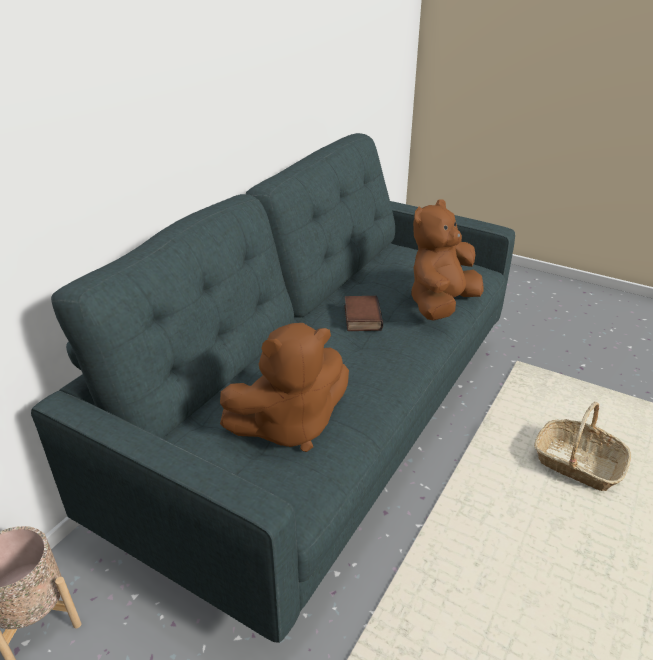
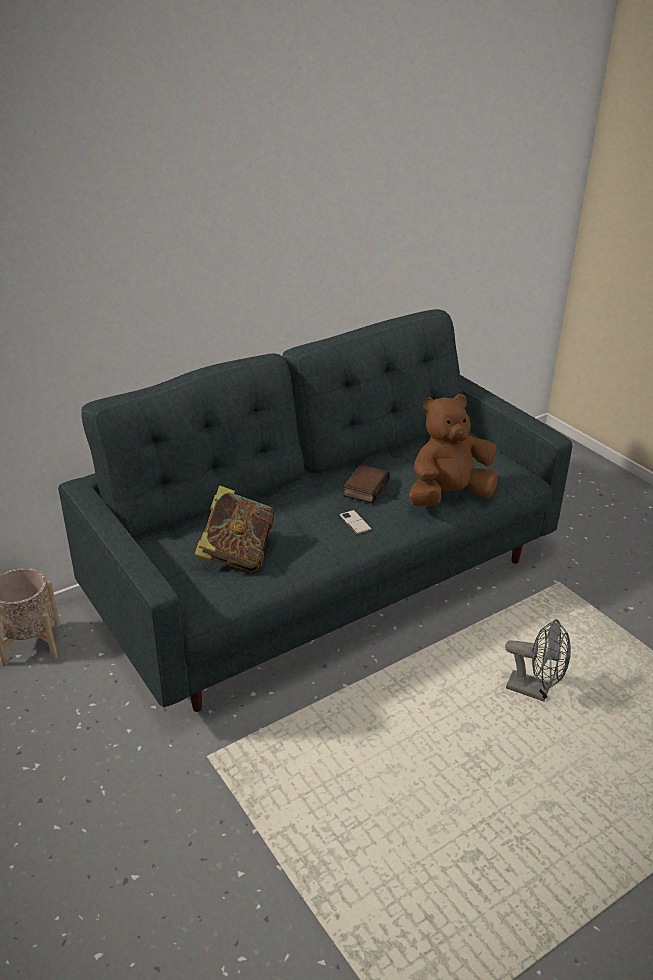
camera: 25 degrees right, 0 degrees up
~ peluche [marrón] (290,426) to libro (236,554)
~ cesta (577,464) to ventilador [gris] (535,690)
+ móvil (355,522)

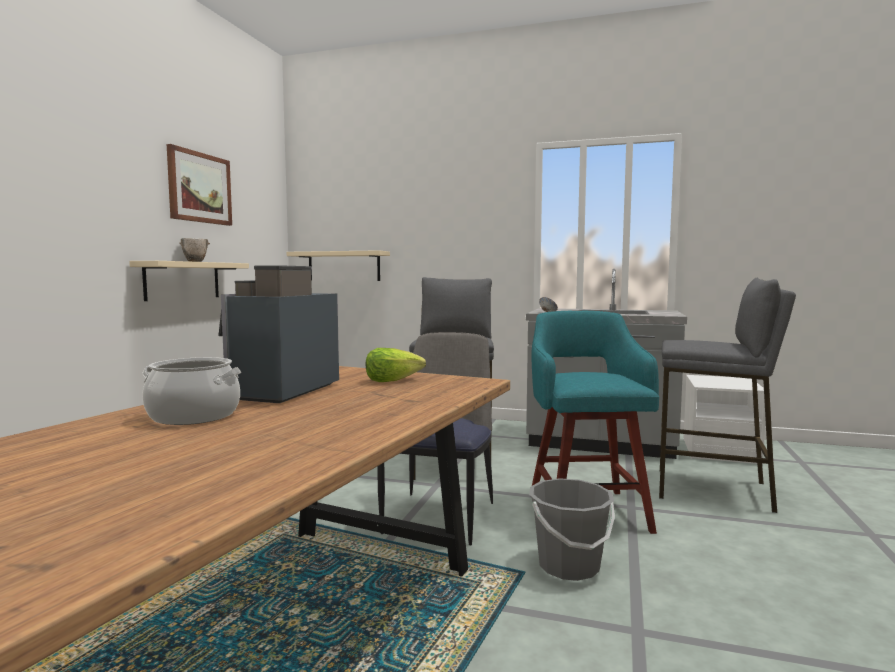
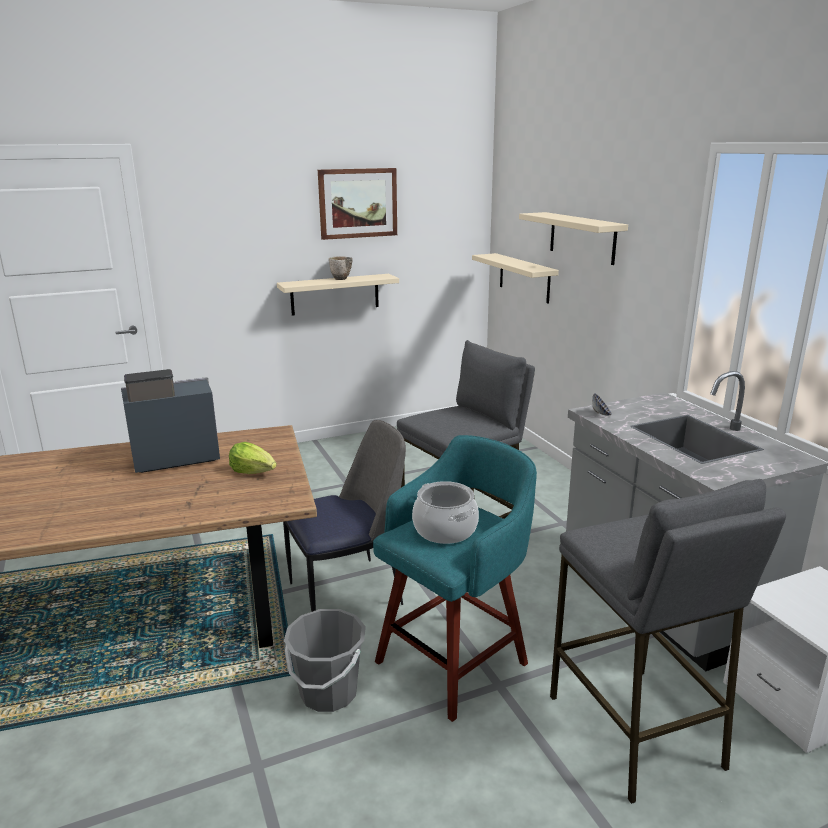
camera: 50 degrees right, 15 degrees up
~ olla (193,416) to (444,530)
+ estante [beis] (582,237)

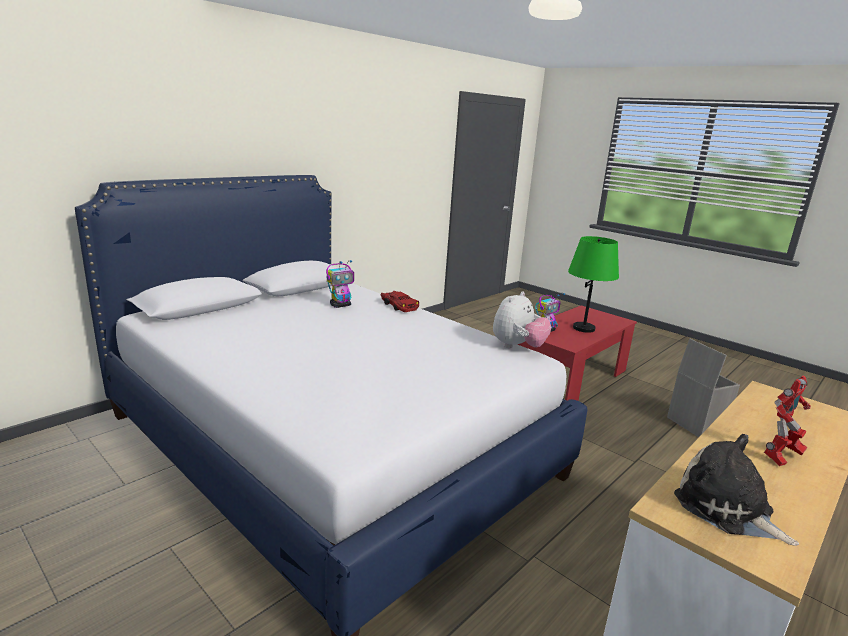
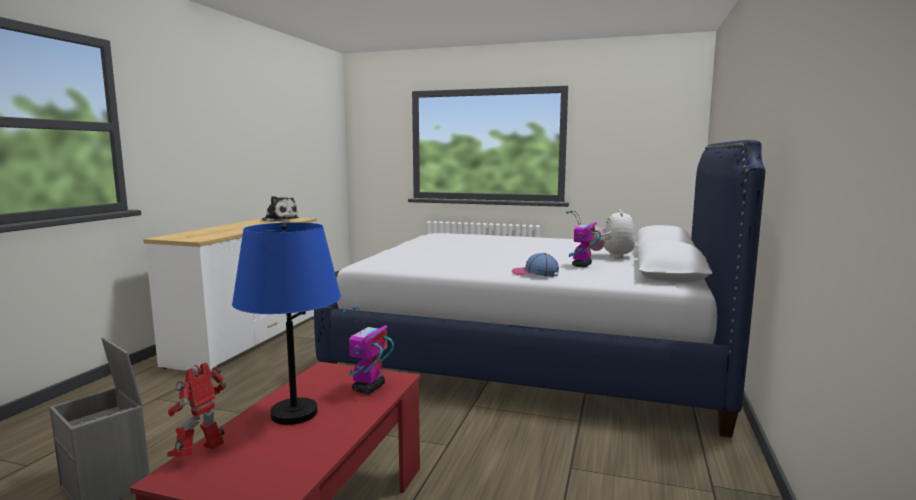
camera: 155 degrees right, 10 degrees down
~ coche de juguete [rojo] (398,306) to gorra (535,273)
~ peluche (517,347) to (611,256)
~ lámpara de mesa [verde] (583,328) to lámpara de mesa [azul] (294,414)
~ robot de juguete (780,457) to (201,455)

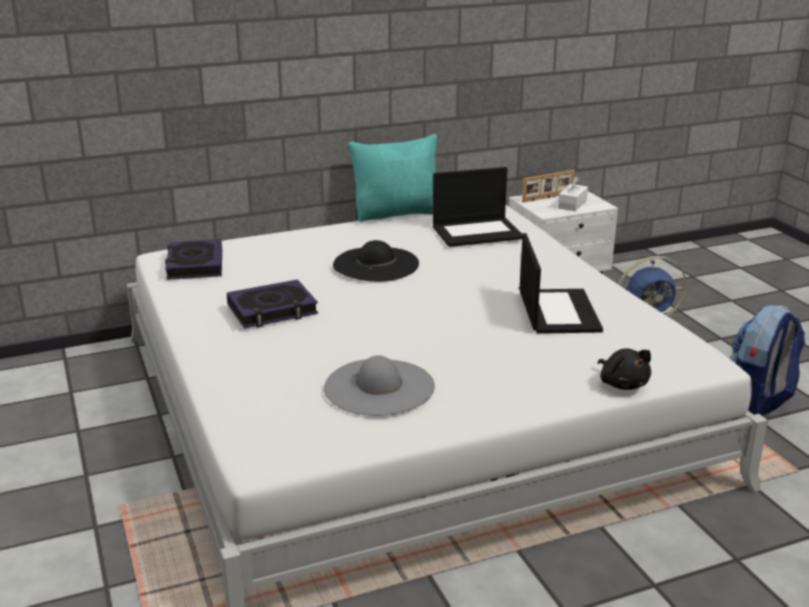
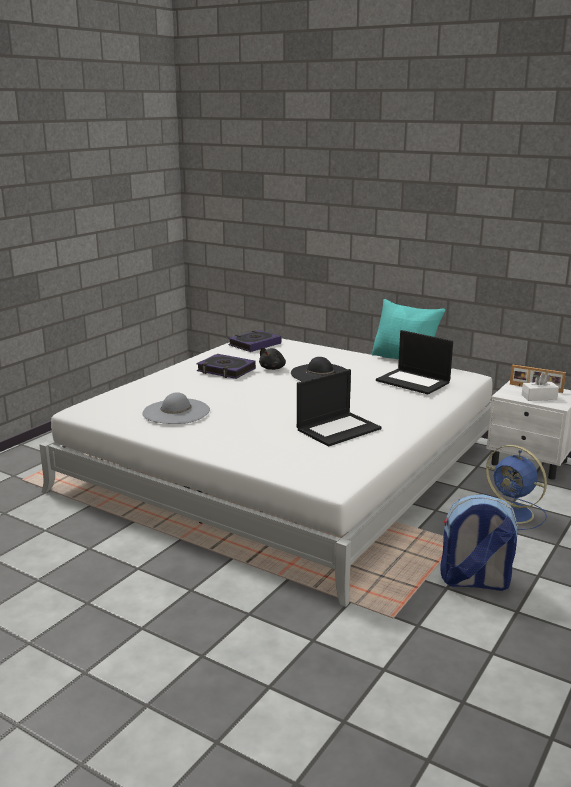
camera: 55 degrees right, 5 degrees down
~ peluche [negro] (622,384) to (273,368)

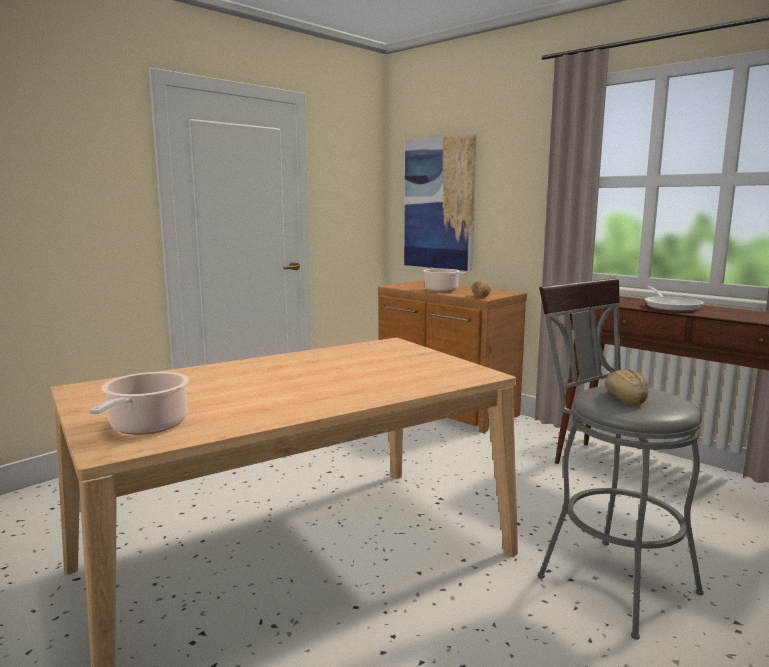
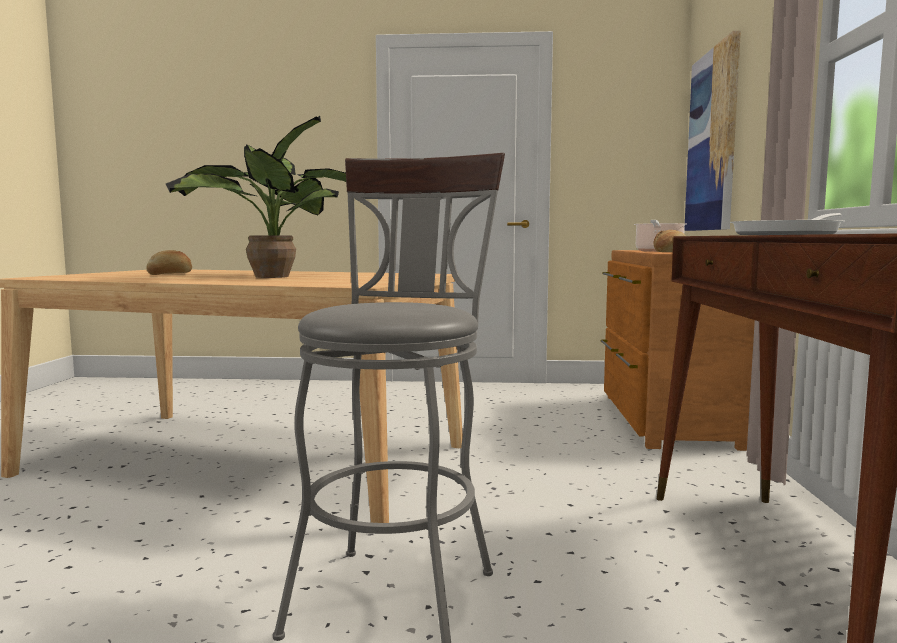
camera: 50 degrees right, 5 degrees down
- olla (146,427)
~ pan (625,398) to (170,274)
+ planta en maceta (269,276)

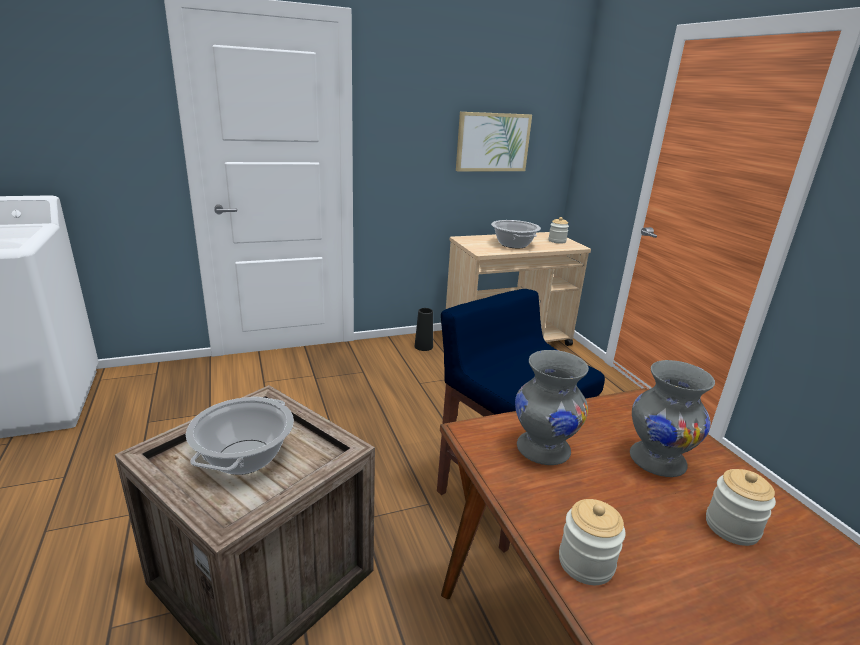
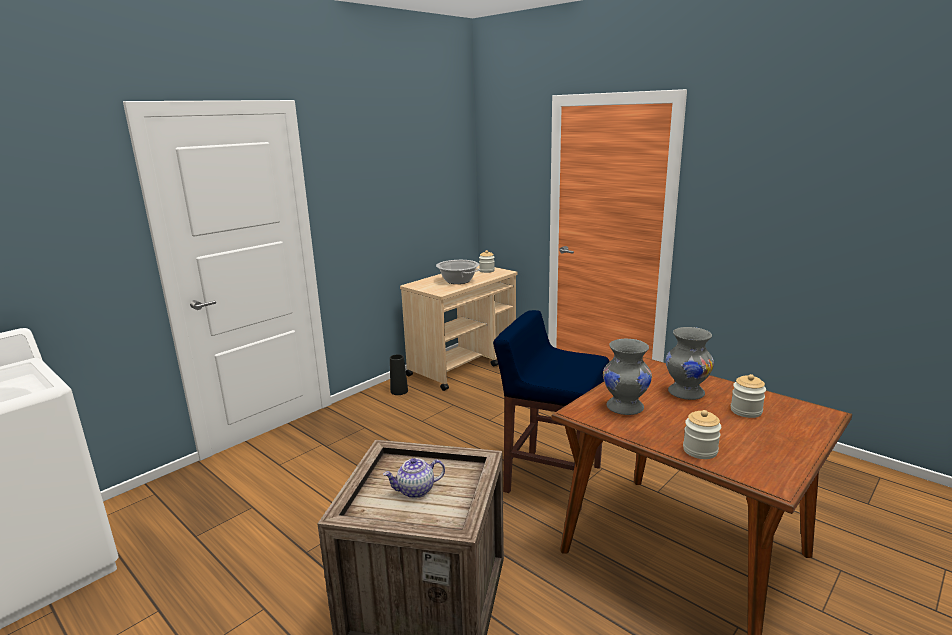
camera: 25 degrees left, 5 degrees down
~ olla (245,457) to tetera (415,491)
- cuadro (492,142)

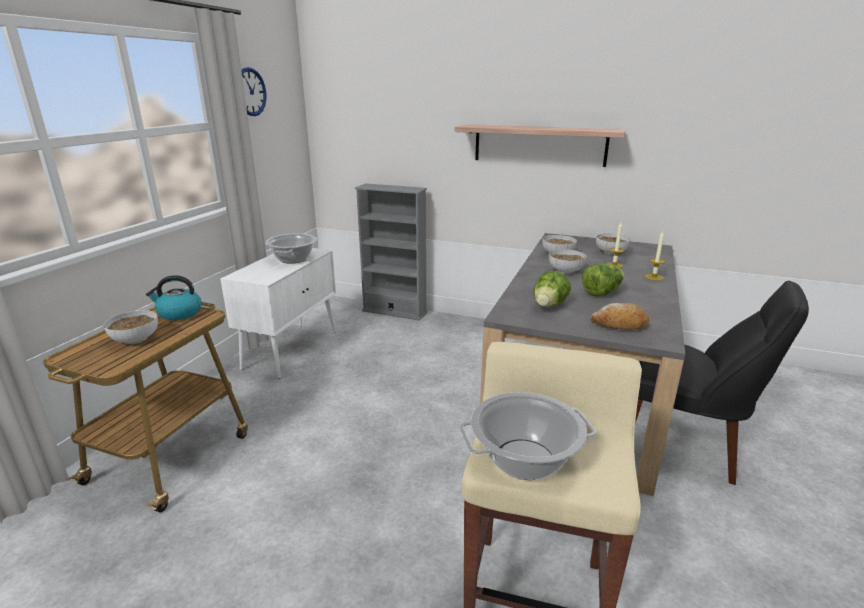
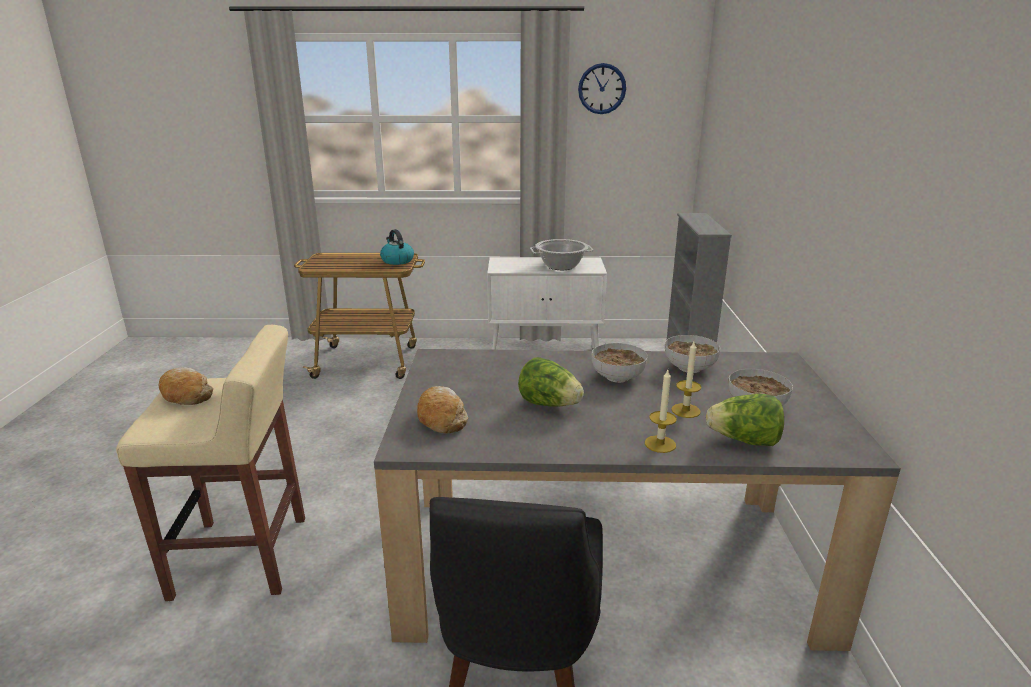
camera: 70 degrees right, 0 degrees up
- cuenco (136,339)
- estante (539,145)
~ olla (524,460) to pan (185,395)
~ lechuga (549,306) to (744,441)

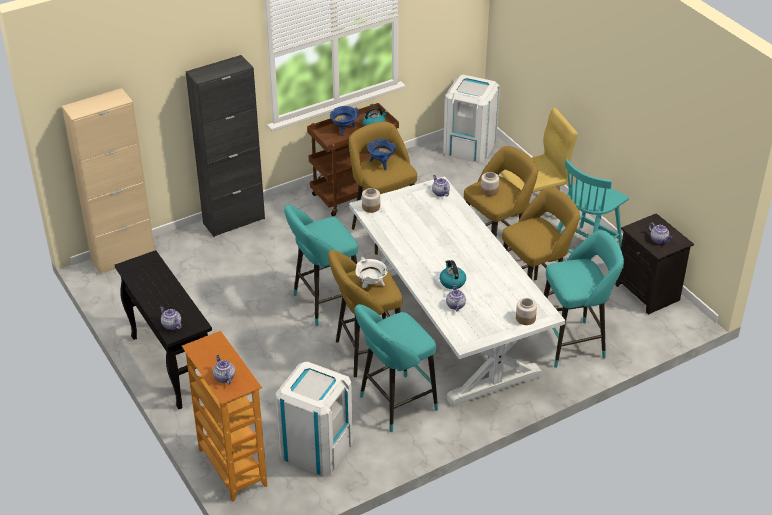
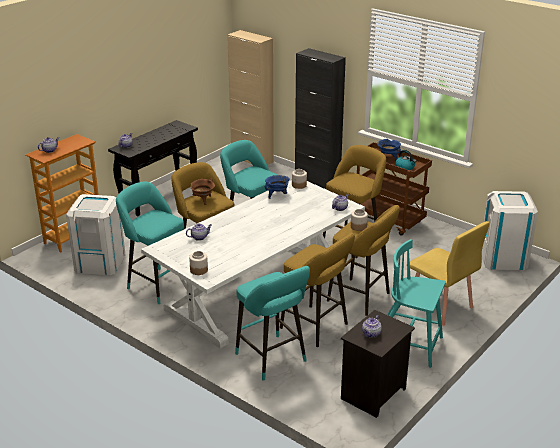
camera: 70 degrees right, 10 degrees down
~ olla [blanco] (371,285) to olla [marrón] (203,200)
~ olla [azul] (381,163) to (277,195)
- hervidor (452,282)

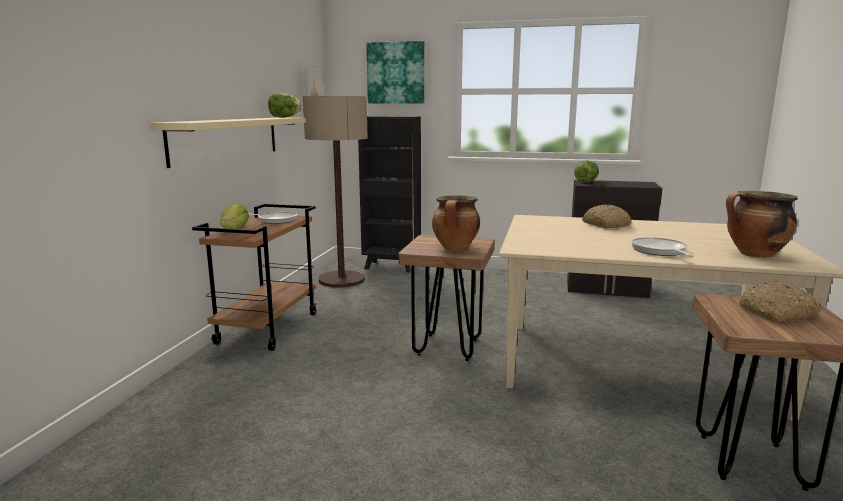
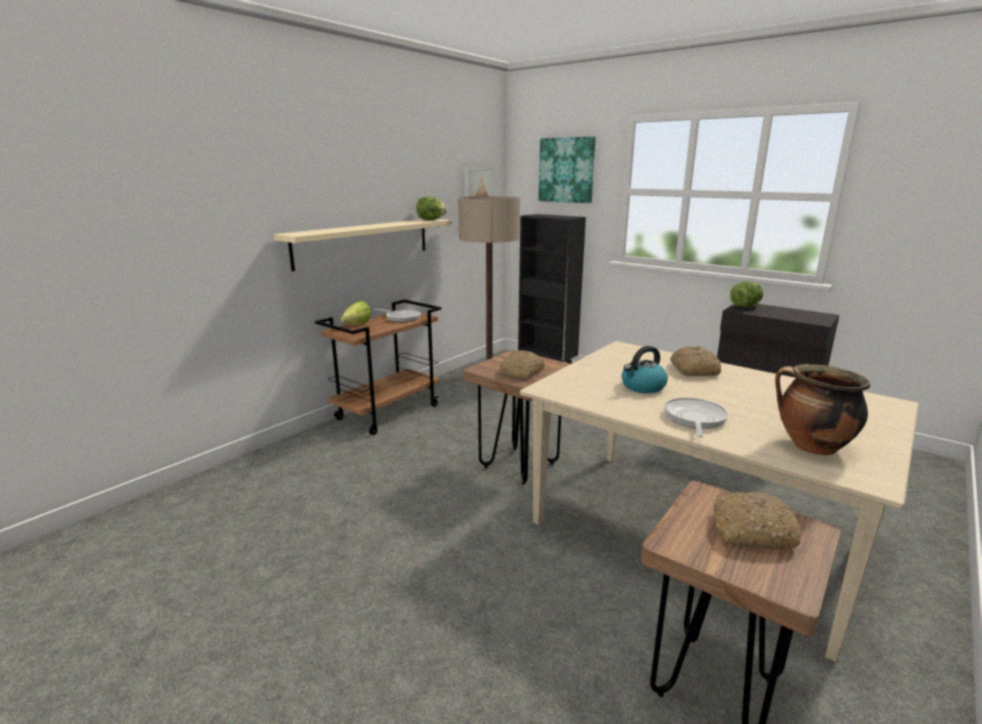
camera: 25 degrees right, 5 degrees up
~ olla (455,248) to pan (521,372)
+ hervidor (642,387)

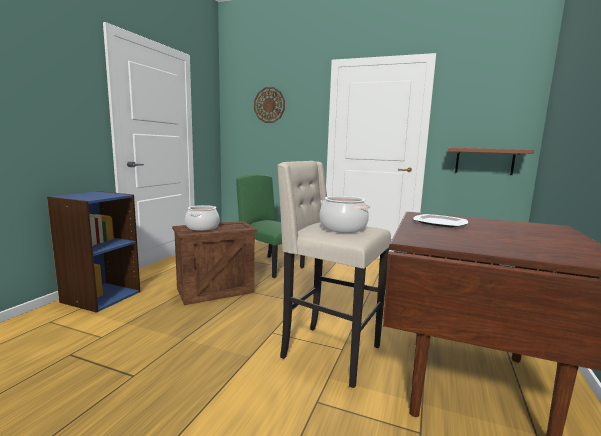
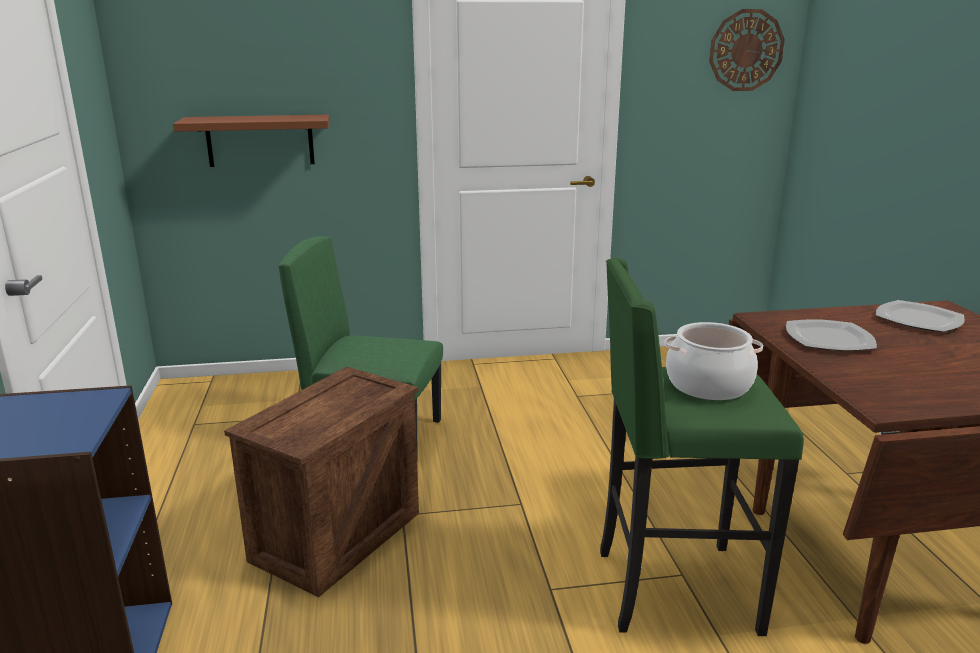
camera: 30 degrees left, 10 degrees up
- olla (202,227)
~ reloj de pared (269,105) to (746,50)
~ taburete [beis] (328,352) to taburete [verde] (672,590)
~ estante [marrón] (484,161) to (260,140)
+ plato (918,319)

